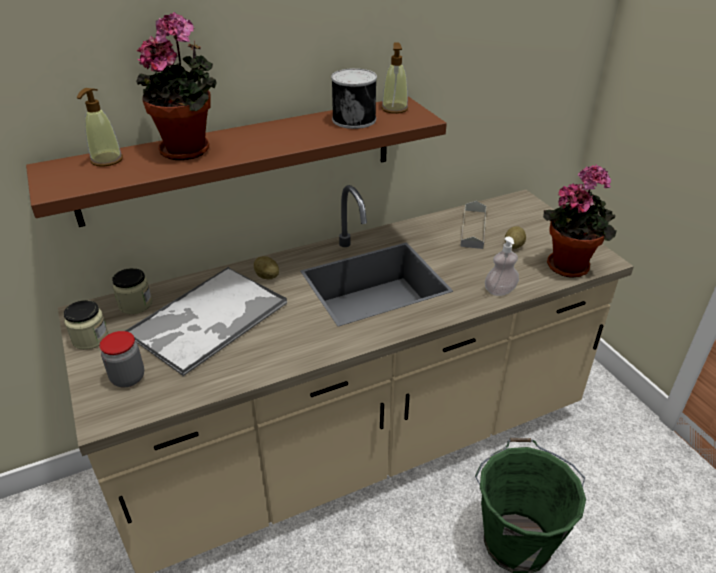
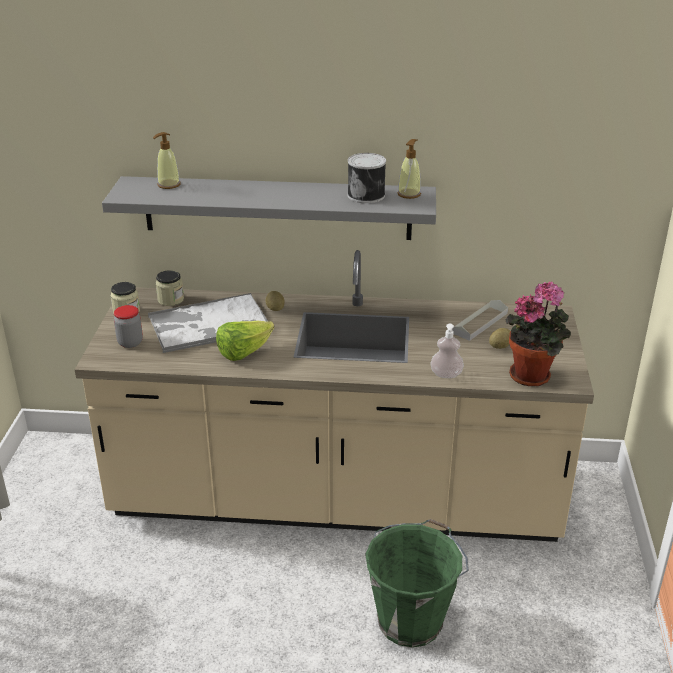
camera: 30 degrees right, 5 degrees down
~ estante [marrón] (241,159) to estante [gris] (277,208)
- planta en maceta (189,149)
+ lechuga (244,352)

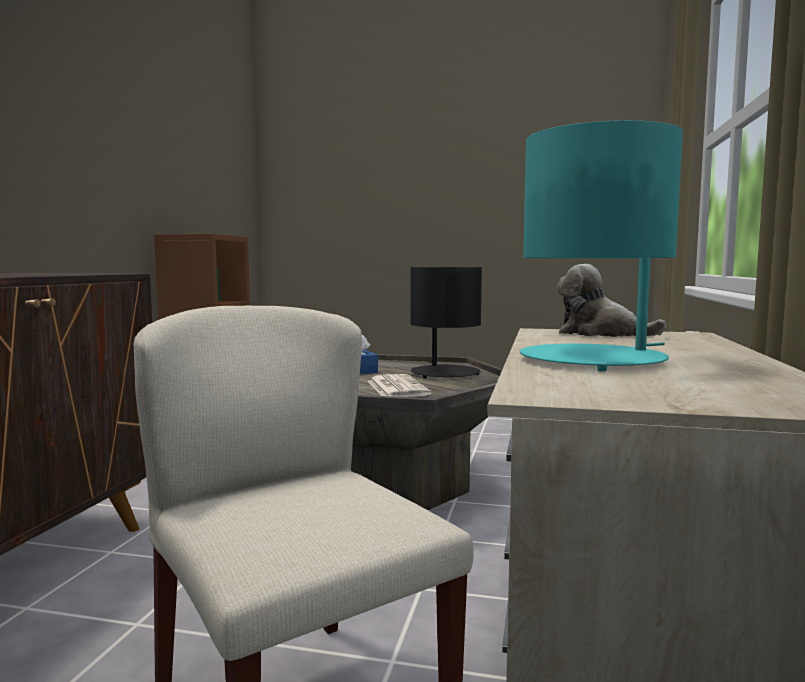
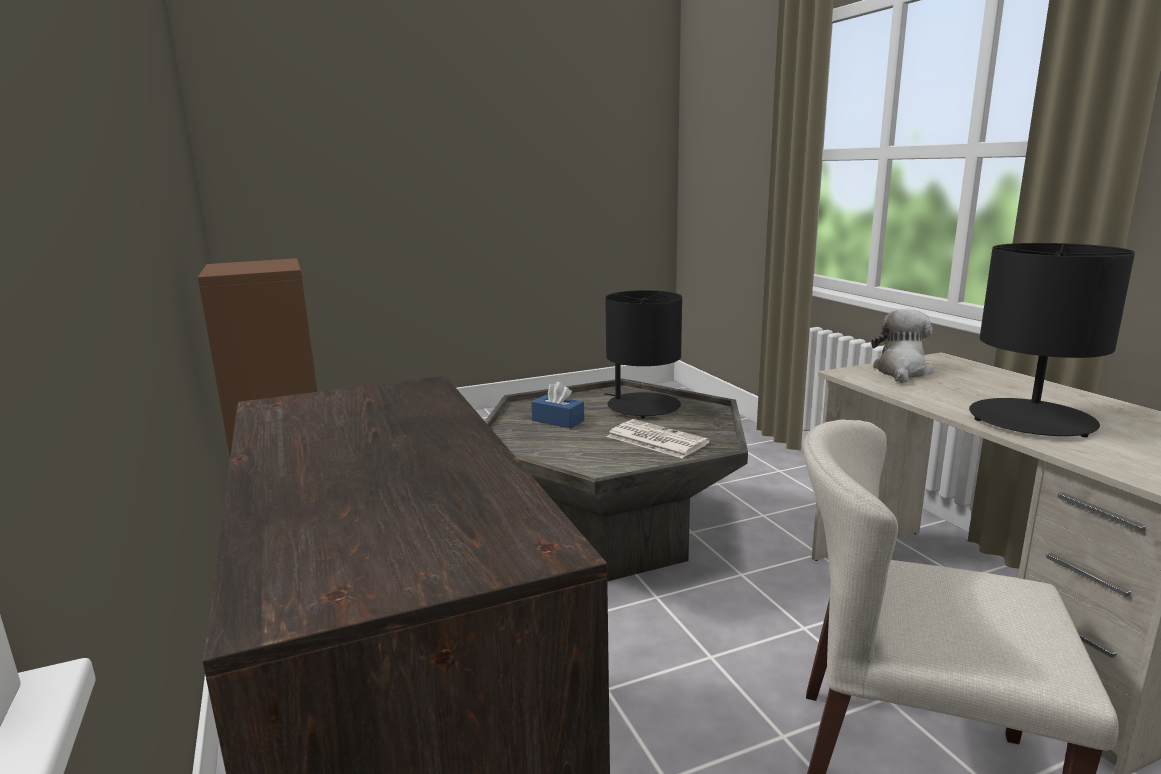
camera: 35 degrees left, 10 degrees up
~ lámpara de mesa [turquesa] (594,359) to lámpara de mesa [negro] (1031,420)
~ peluche (600,334) = (901,371) 120 degrees clockwise

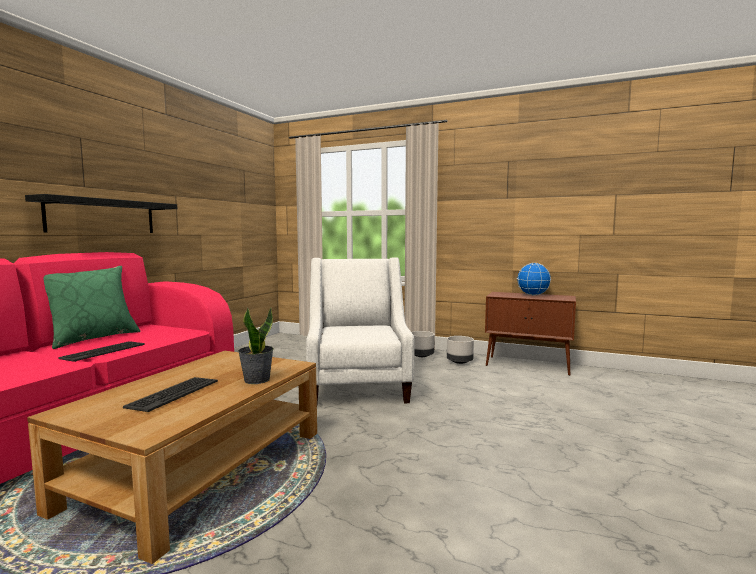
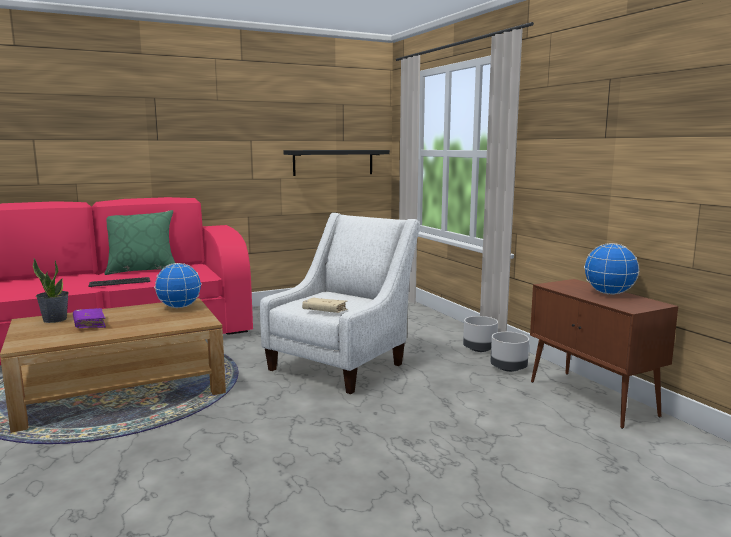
camera: 40 degrees right, 5 degrees up
~ estante [negro] (102,216) to (333,162)
~ teclado (173,394) to libro [morado] (89,324)
~ planta en maceta (256,380) to (55,319)
+ globo terráqueo (179,307)
+ libro [beis] (324,311)

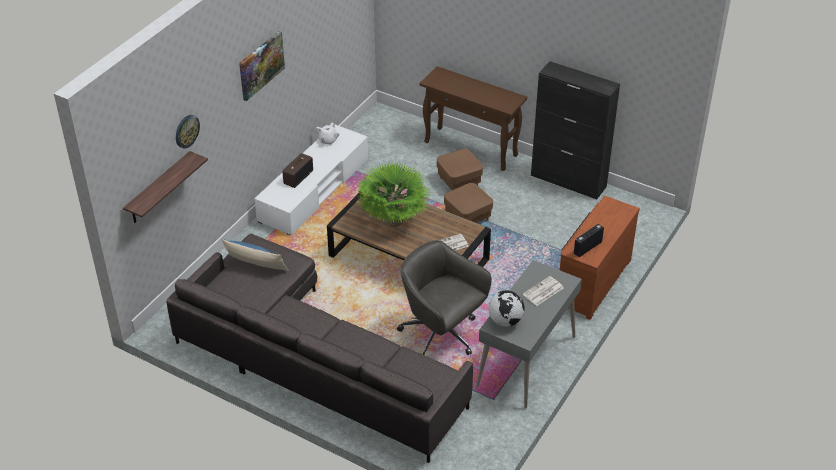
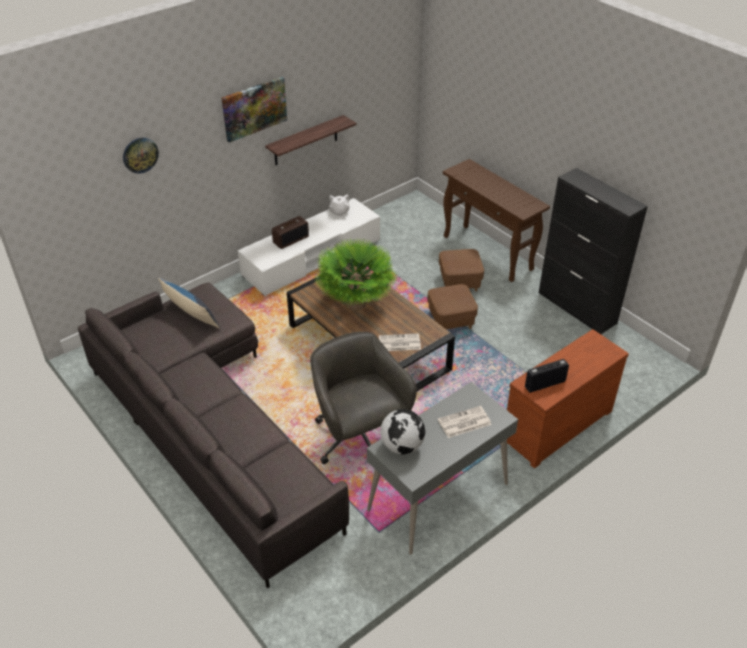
camera: 20 degrees right, 0 degrees up
~ estante (159,189) to (305,141)

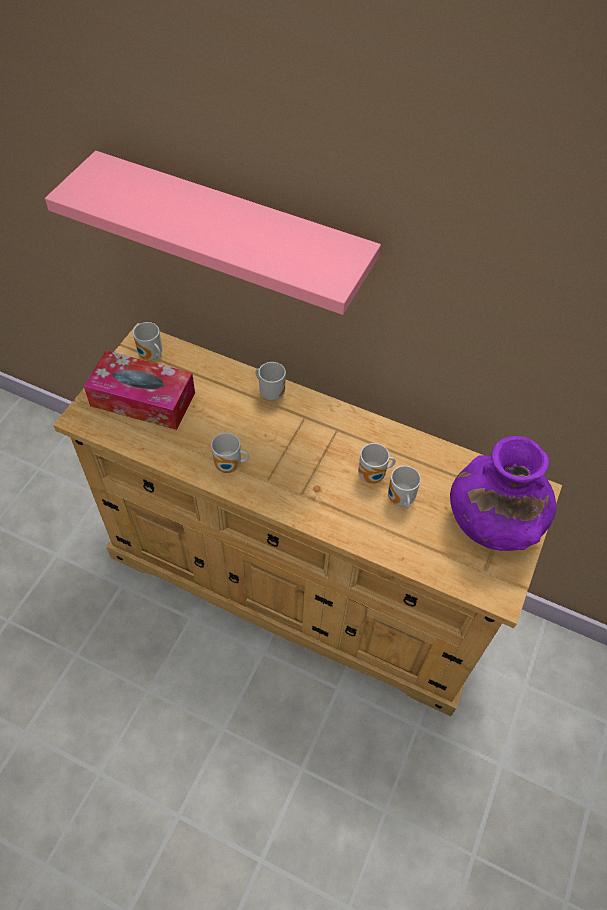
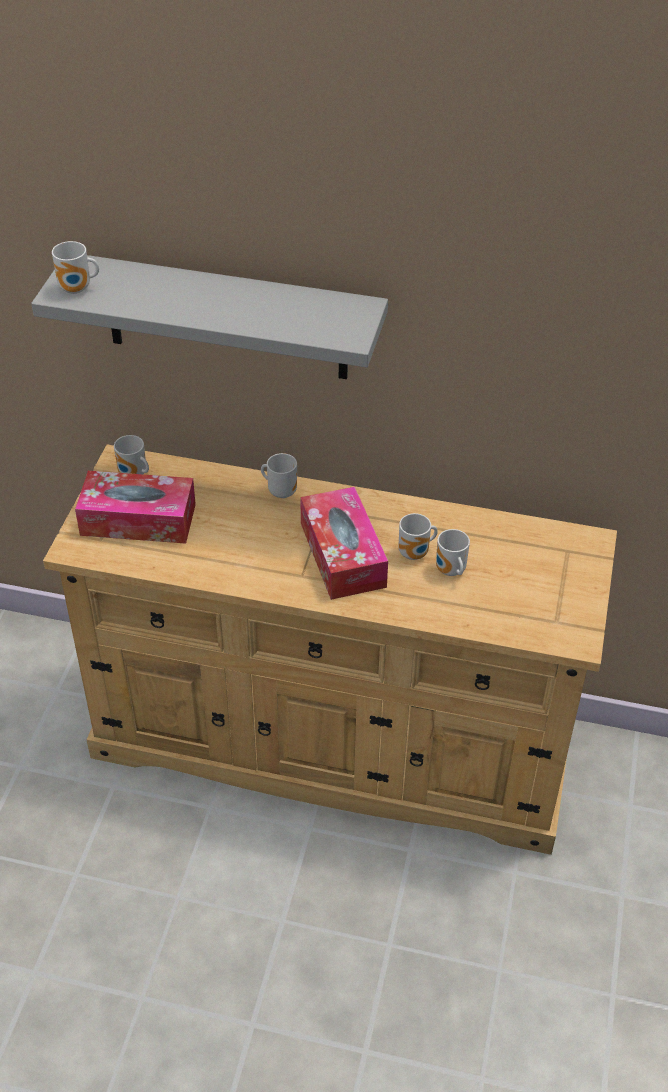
camera: 10 degrees left, 10 degrees down
~ estante [rosa] (234,235) to estante [gris] (226,317)
~ taza grande (229,467) to (77,289)
- florero [morado] (491,523)
+ caja de pañuelos (342,554)

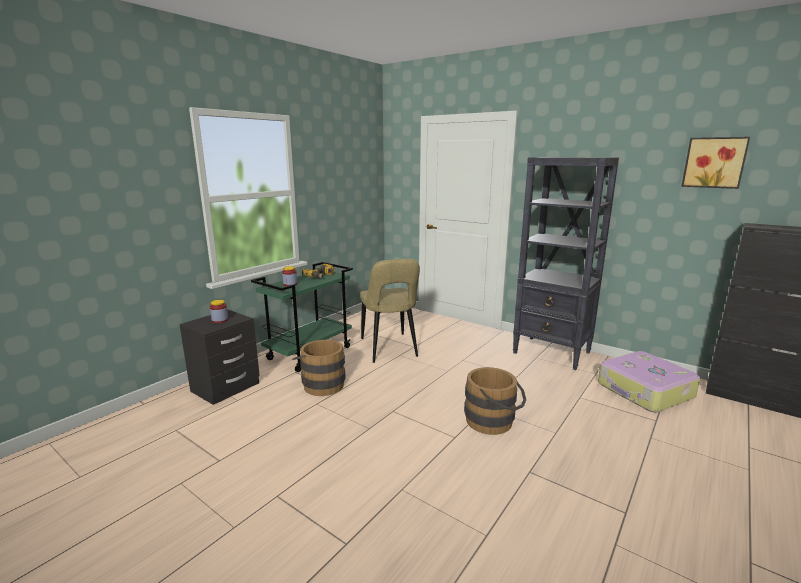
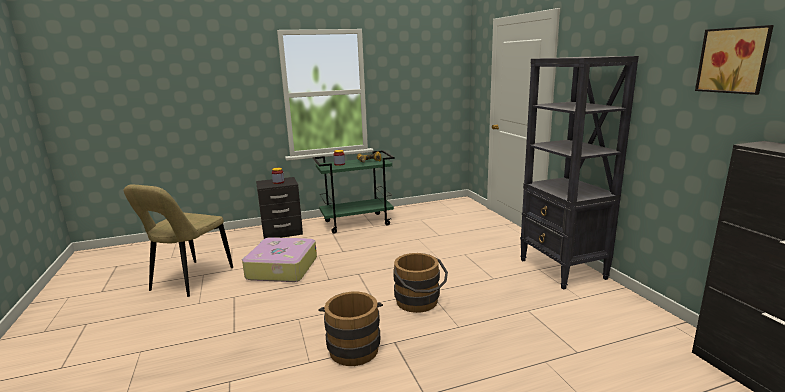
camera: 35 degrees right, 0 degrees up
~ cubo [marrón] (321,384) to (353,346)
~ silla [beis] (389,349) to (189,280)
~ maleta (644,391) to (281,268)

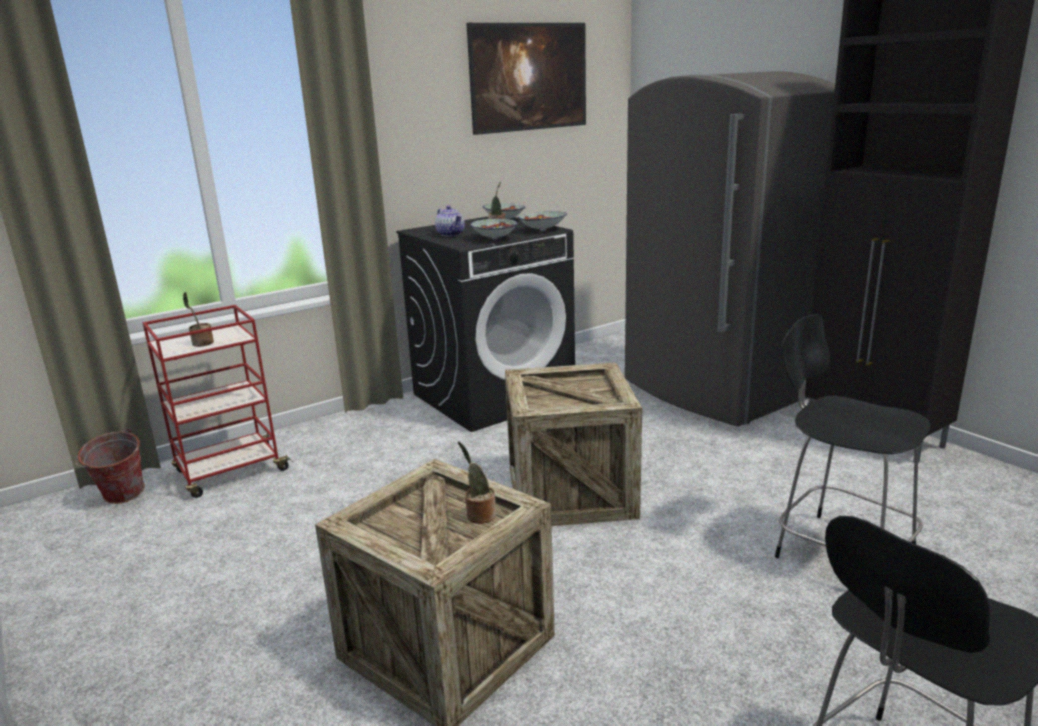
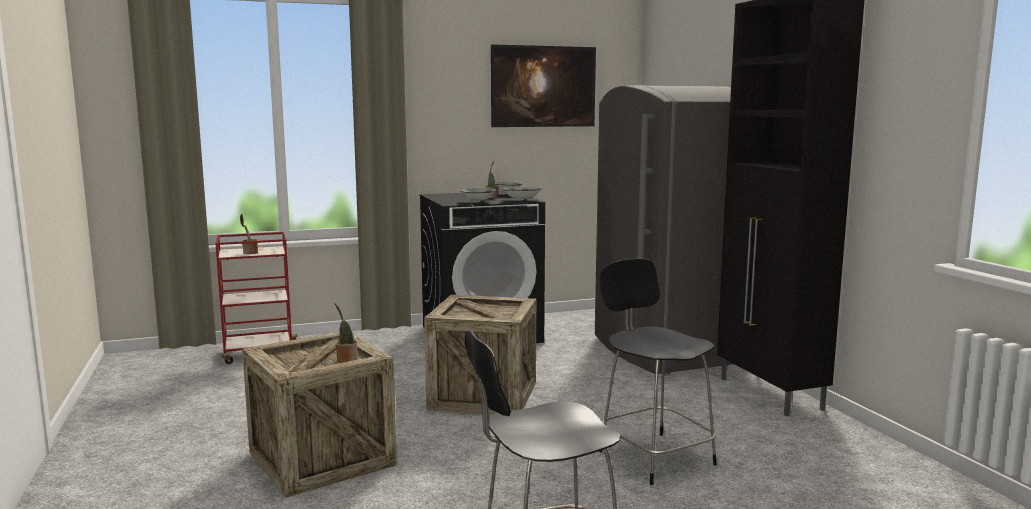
camera: 15 degrees right, 10 degrees down
- cubo (120,499)
- tetera (451,234)

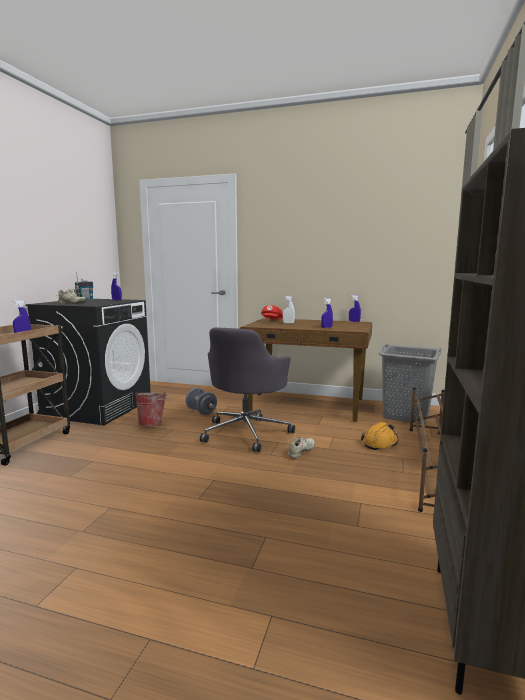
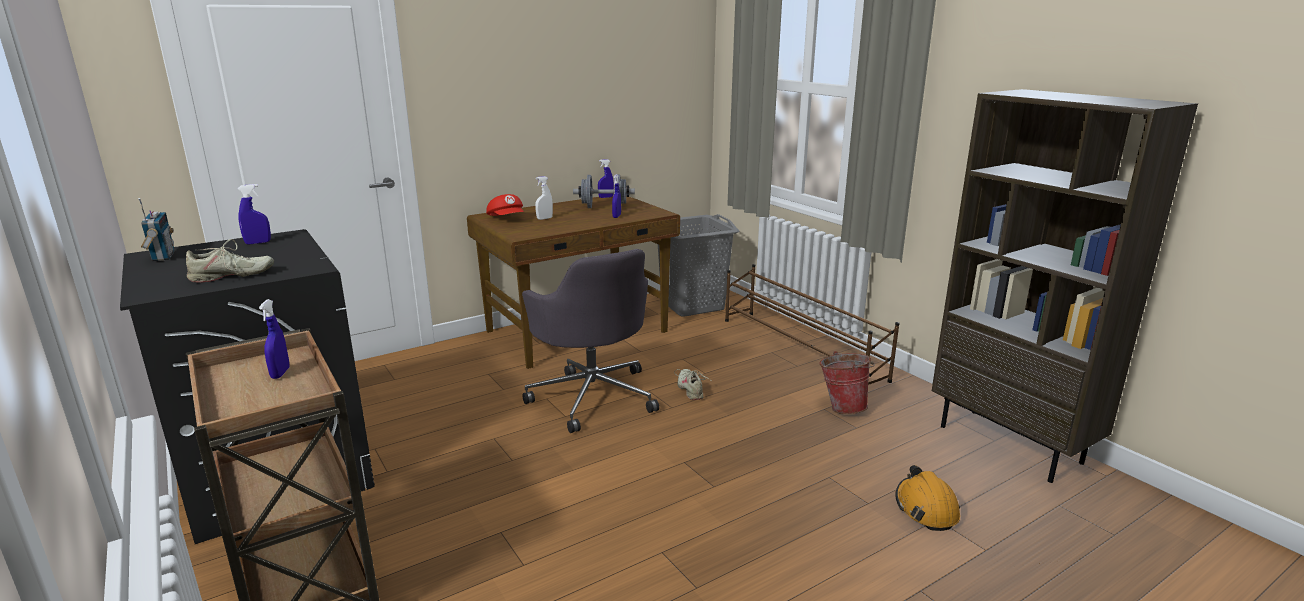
camera: 50 degrees left, 10 degrees up
~ cubo (153,425) to (842,407)
~ mancuerna [gris] (201,411) to (604,207)
~ casco [naranja] (380,443) to (926,508)

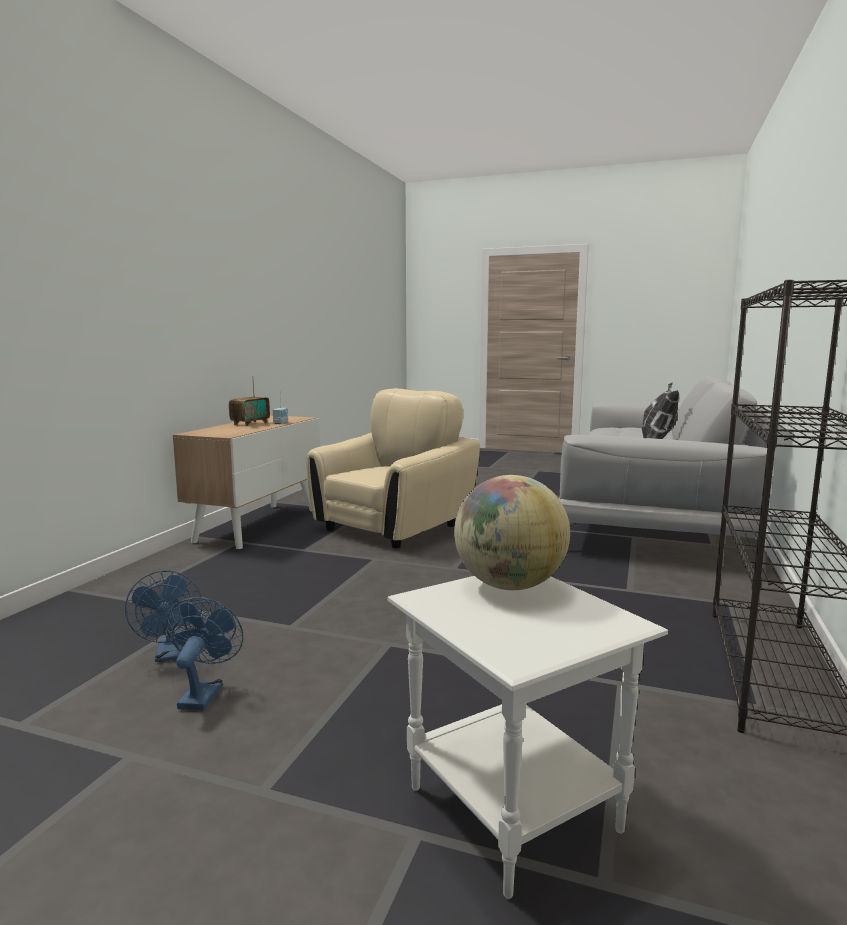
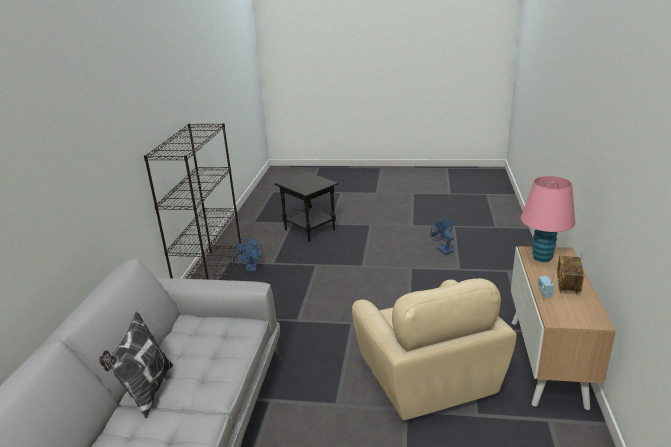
camera: 170 degrees right, 15 degrees up
~ ventilador [azul] (203,693) to (251,268)
~ sillón [beis] (393,527) = (425,378) 45 degrees counterclockwise
~ mesa auxiliar [blanco] (511,807) to mesa auxiliar [negro] (310,230)
- globo terráqueo (509,585)
+ lámpara de mesa [rosa] (542,258)

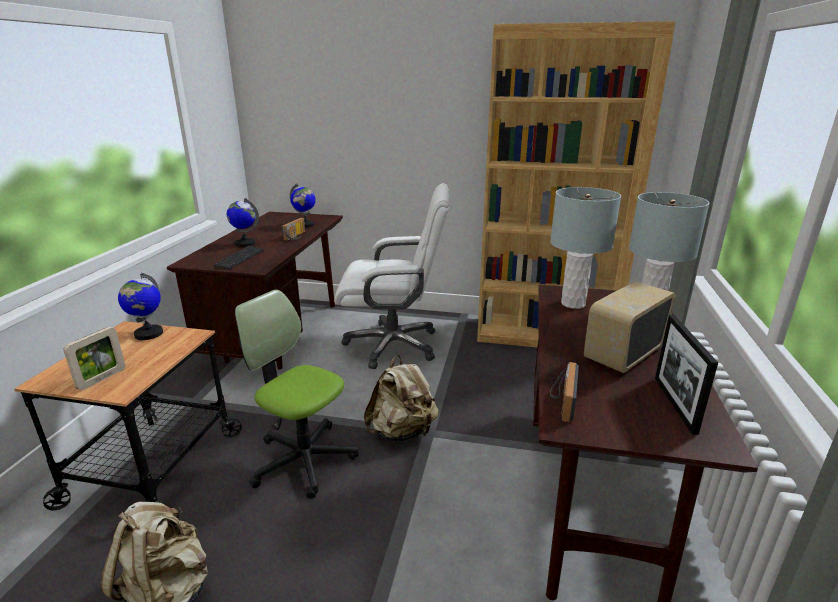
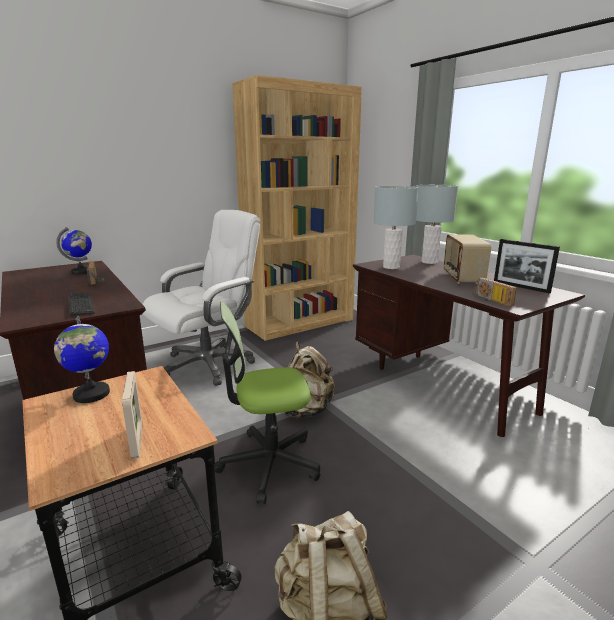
camera: 45 degrees left, 5 degrees down
- globo terráqueo (245,243)

